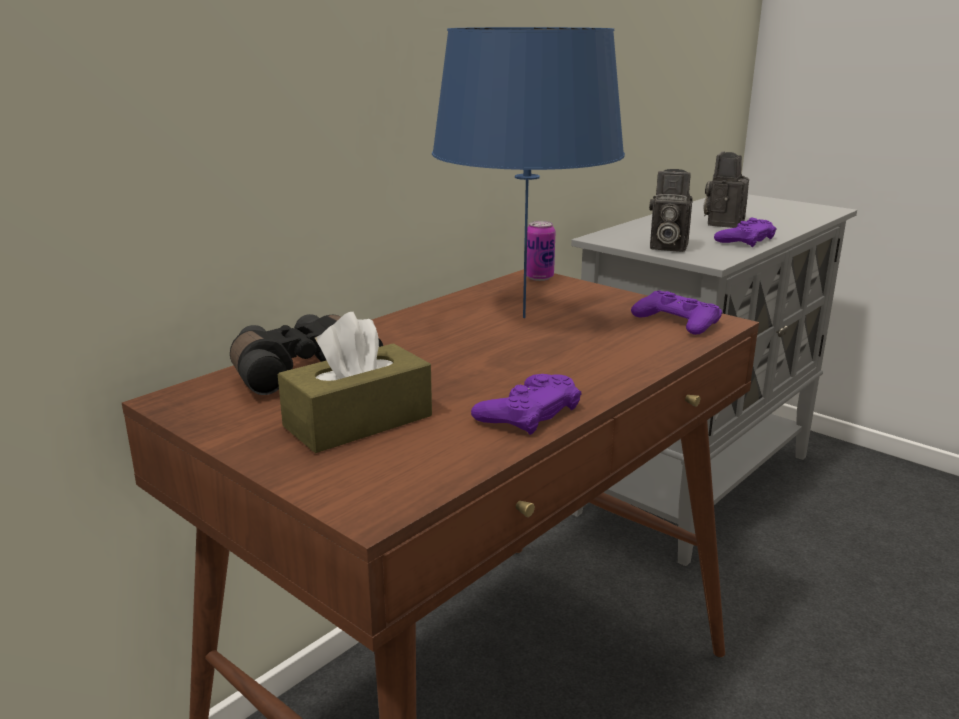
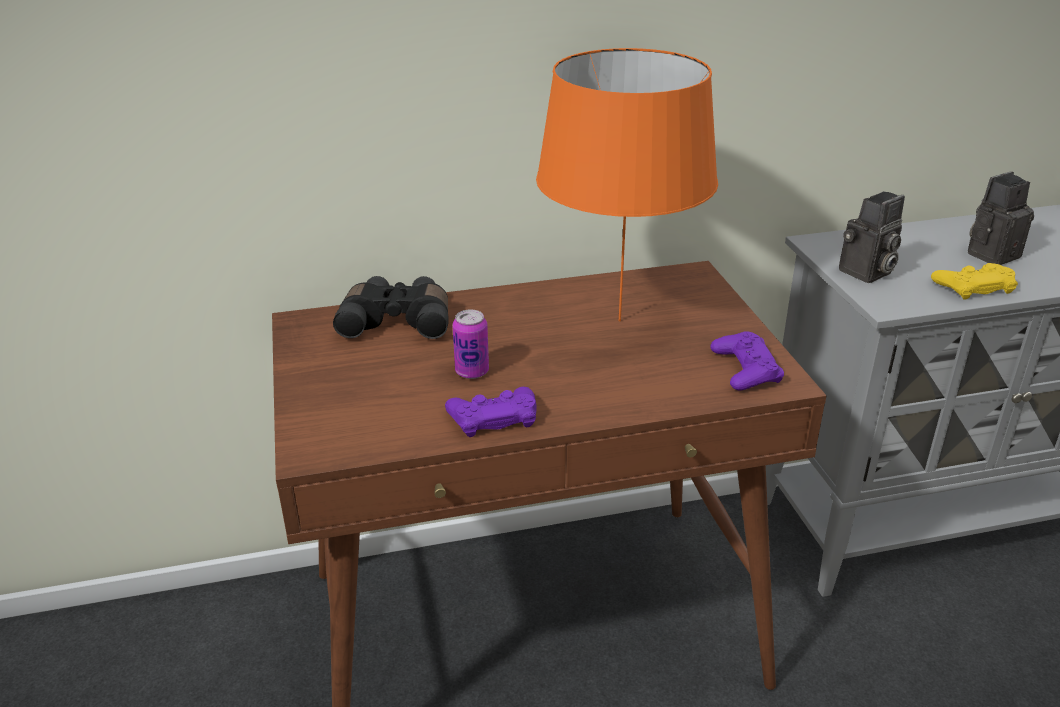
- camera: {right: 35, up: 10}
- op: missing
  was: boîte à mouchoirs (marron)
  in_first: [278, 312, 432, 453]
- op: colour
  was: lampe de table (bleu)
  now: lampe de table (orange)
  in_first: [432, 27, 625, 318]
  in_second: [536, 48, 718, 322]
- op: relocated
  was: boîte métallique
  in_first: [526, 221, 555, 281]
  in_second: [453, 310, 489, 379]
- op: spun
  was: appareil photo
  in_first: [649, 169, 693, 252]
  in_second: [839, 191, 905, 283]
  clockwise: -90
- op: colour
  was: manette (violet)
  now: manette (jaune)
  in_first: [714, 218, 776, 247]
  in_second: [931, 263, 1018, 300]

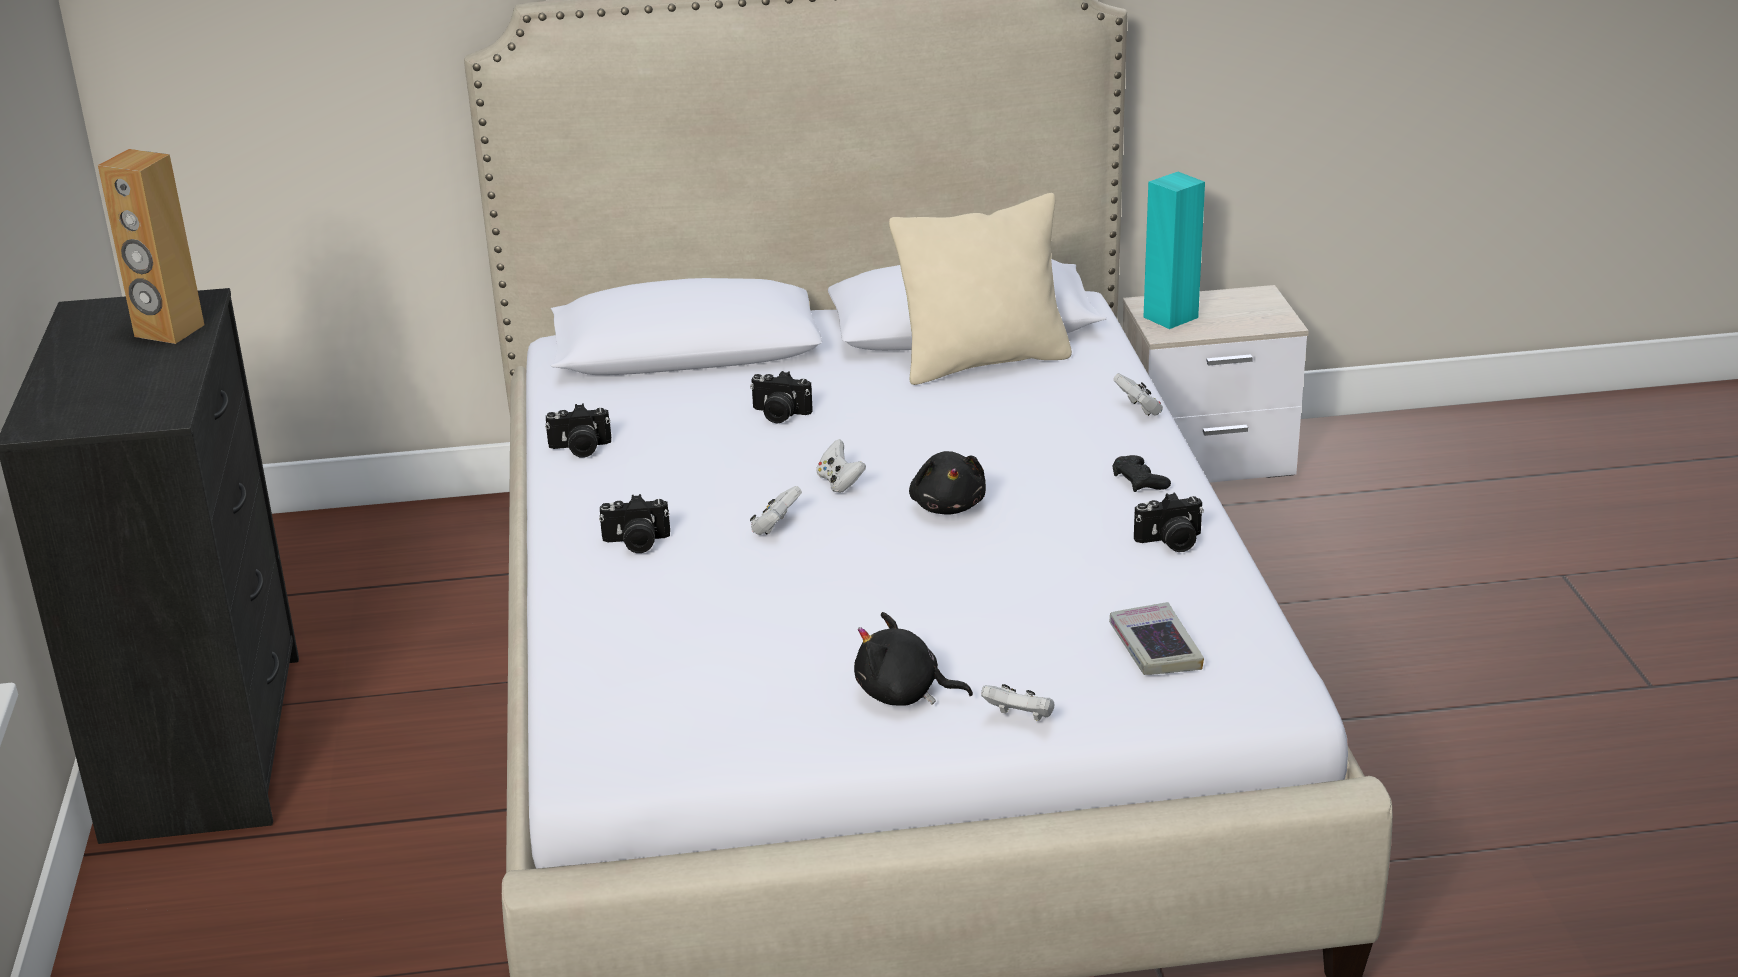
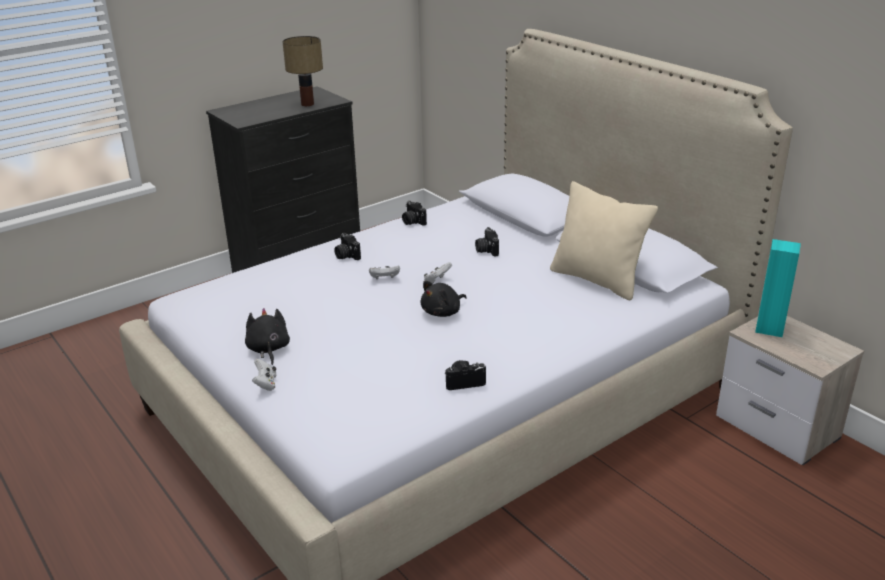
- camera: {right: 60, up: 0}
- op: exchanged
  was: enceinte (marron)
  now: lampe de table
  in_first: [98, 149, 204, 344]
  in_second: [282, 36, 323, 106]
- op: missing
  was: livre
  in_first: [1109, 602, 1204, 675]
- op: missing
  was: manette (blanc)
  in_first: [1113, 373, 1163, 416]
- op: missing
  was: manette (noir)
  in_first: [1113, 455, 1171, 492]
- op: spun
  was: appareil photo
  in_first: [1134, 493, 1204, 552]
  in_second: [445, 360, 486, 390]
  clockwise: 120

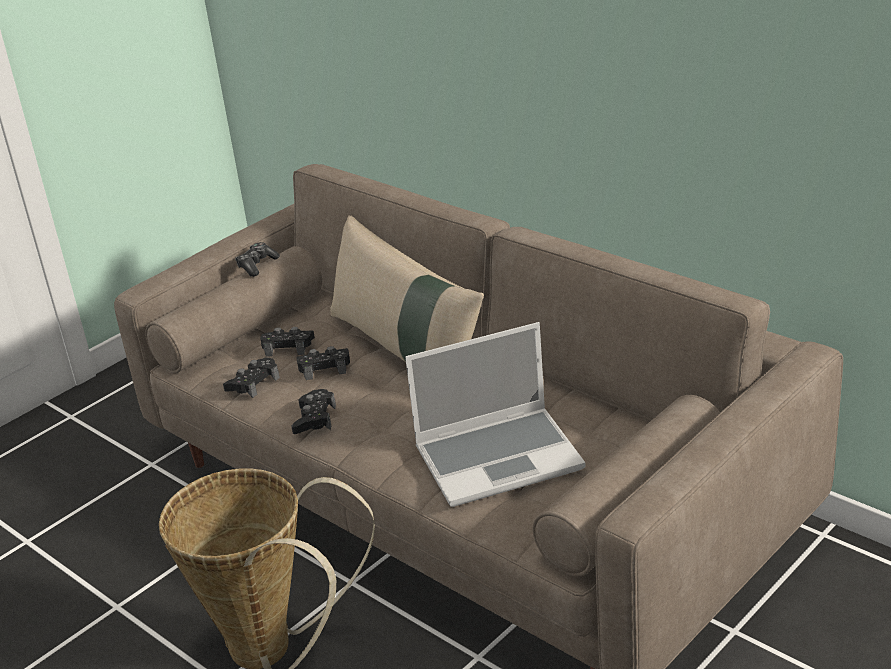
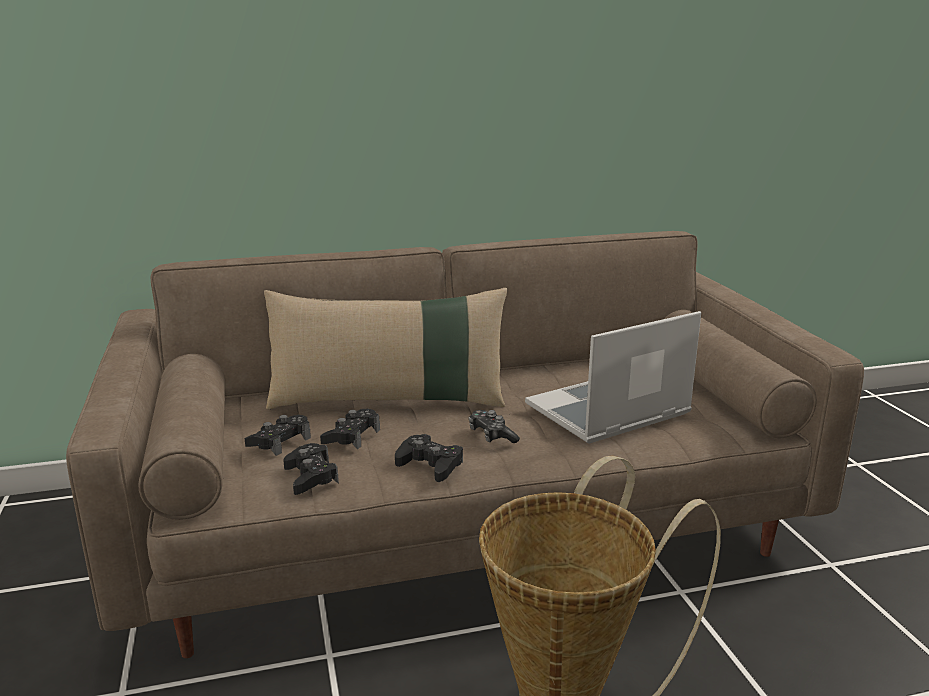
- camera: {right: -60, up: -10}
- op: relocated
  was: manette
  in_first: [235, 242, 280, 277]
  in_second: [469, 410, 520, 443]
- op: spun
  was: ordinateur portable
  in_first: [405, 322, 586, 507]
  in_second: [525, 311, 701, 444]
  clockwise: -135

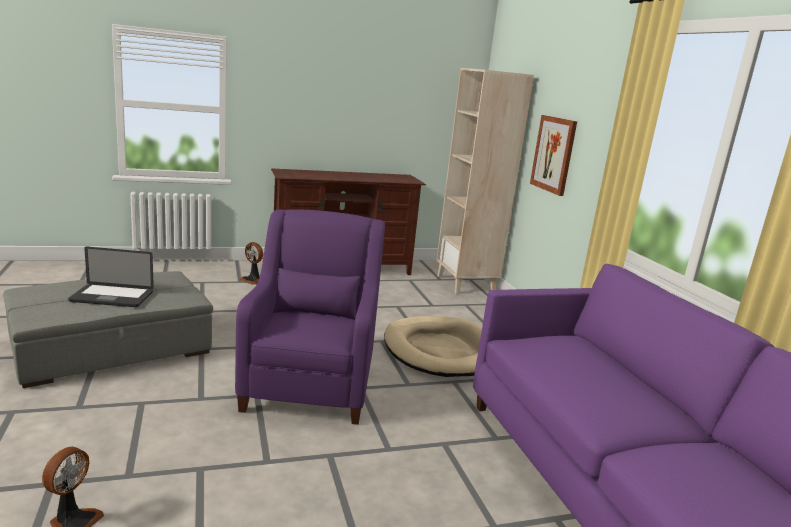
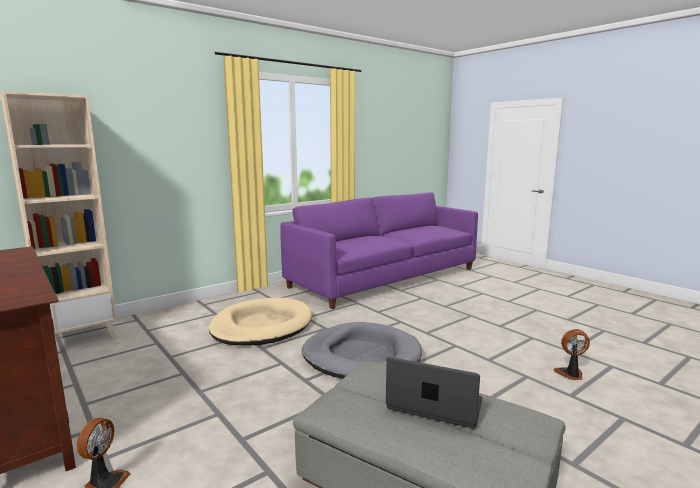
- camera: {right: -110, up: -5}
- op: spun
  was: ordinateur portable
  in_first: [68, 247, 154, 307]
  in_second: [386, 357, 482, 428]
  clockwise: -45
- op: exchanged
  was: fauteuil (violet)
  now: panier pour chien (gris)
  in_first: [235, 209, 385, 425]
  in_second: [302, 322, 422, 379]
- op: missing
  was: tableau
  in_first: [530, 115, 577, 196]

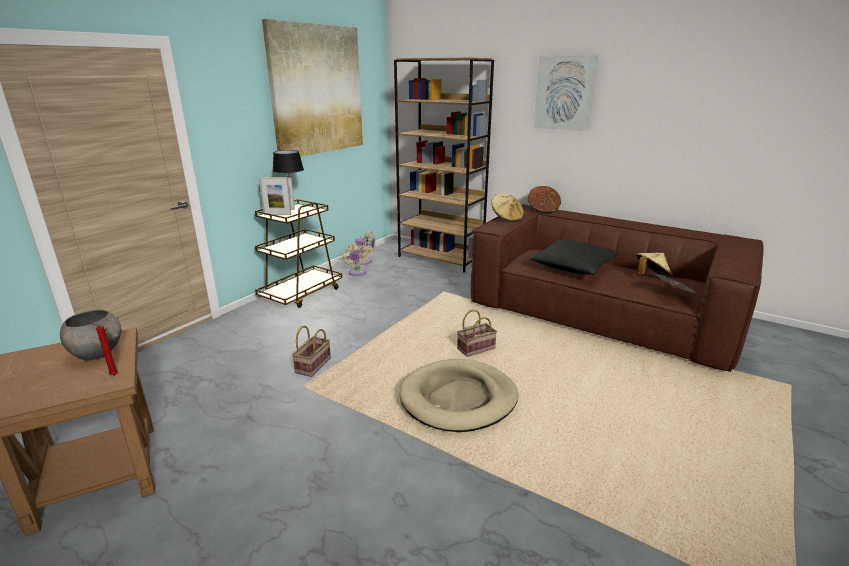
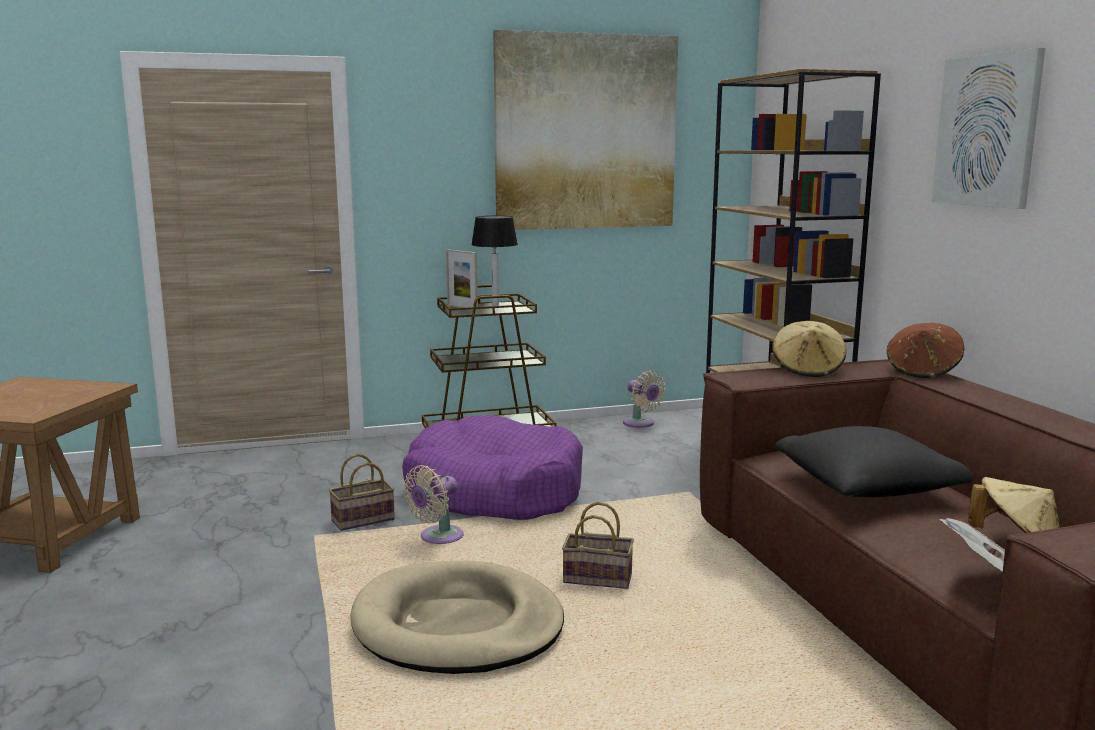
- camera: {right: 40, up: -10}
- op: missing
  was: bol (gris)
  in_first: [60, 309, 121, 360]
- op: missing
  was: bougie (rouge)
  in_first: [90, 323, 118, 375]
- op: relocated
  was: ventilateur (beige)
  in_first: [342, 243, 368, 276]
  in_second: [404, 465, 464, 544]
- op: appeared
  now: panier pour chien (violet)
  in_second: [402, 415, 583, 520]

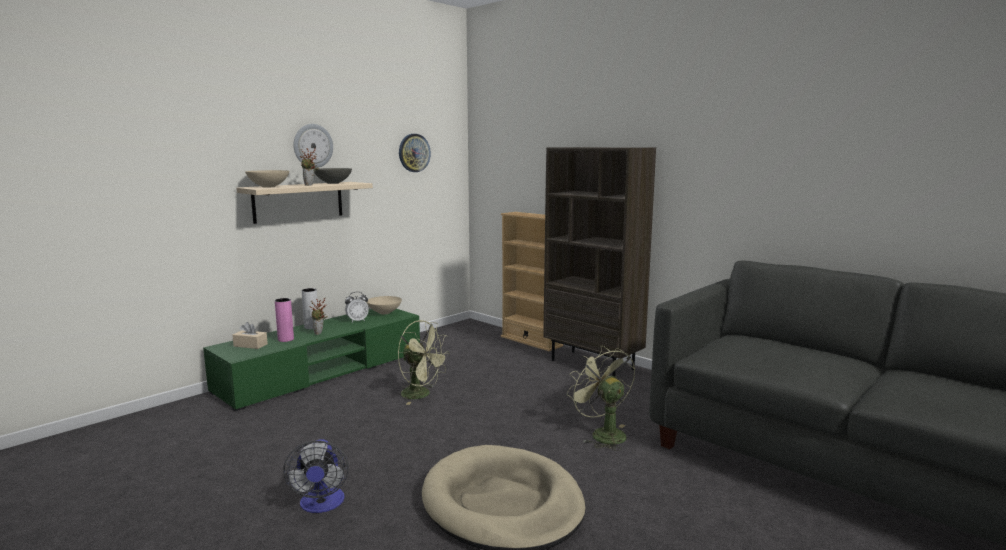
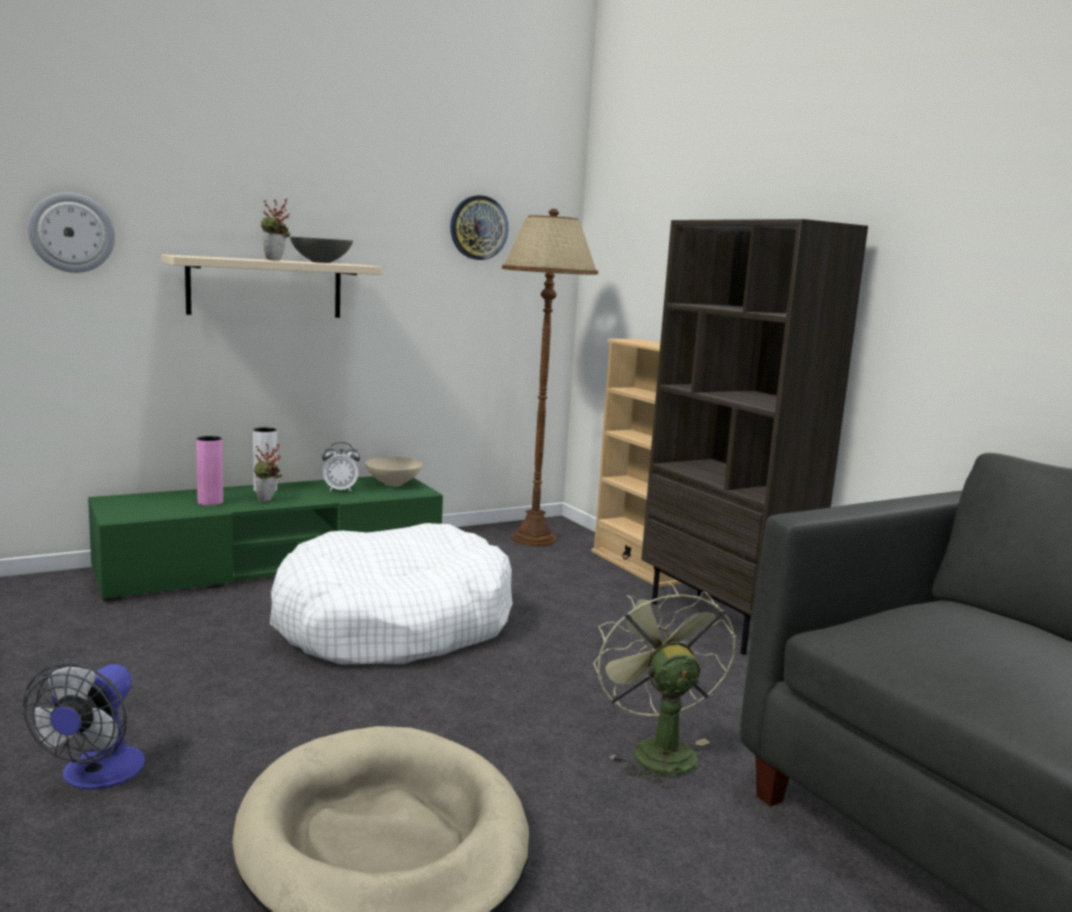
- camera: {right: 15, up: 0}
- op: missing
  was: boîte à mouchoirs (beige)
  in_first: [232, 322, 268, 349]
- op: missing
  was: bol (beige)
  in_first: [245, 170, 289, 187]
- op: relocated
  was: horloge murale
  in_first: [294, 124, 333, 168]
  in_second: [28, 192, 115, 273]
- op: exchanged
  was: ventilateur (vert)
  now: panier pour chien (blanc)
  in_first: [398, 320, 450, 405]
  in_second: [270, 523, 513, 665]
- op: appeared
  now: lampadaire (marron)
  in_second: [502, 209, 598, 546]

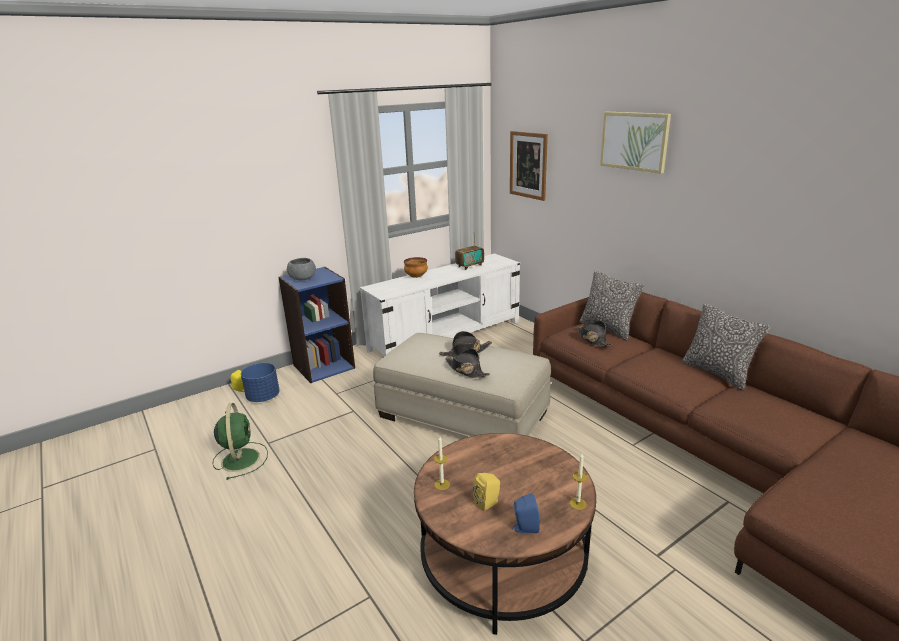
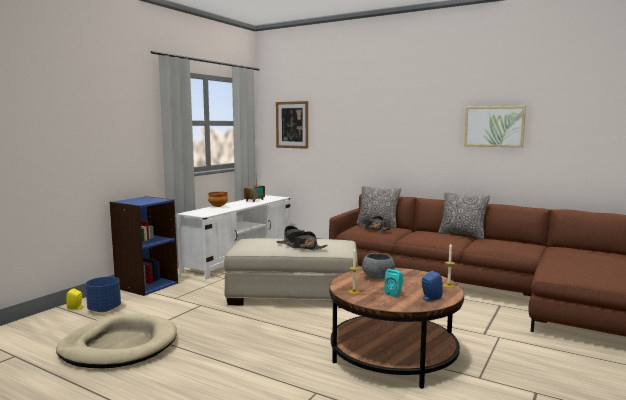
- camera: {right: -25, up: -15}
- op: exchanged
  was: ventilateur (vert)
  now: panier pour chien (beige)
  in_first: [212, 403, 268, 480]
  in_second: [56, 314, 177, 368]
- op: relocated
  was: bol (gris)
  in_first: [287, 258, 316, 280]
  in_second: [362, 253, 395, 279]
- op: colour
  was: enceinte (jaune)
  now: enceinte (turquoise)
  in_first: [473, 473, 500, 511]
  in_second: [384, 269, 403, 297]
- op: relocated
  was: tableau
  in_first: [600, 112, 671, 174]
  in_second: [464, 106, 526, 148]

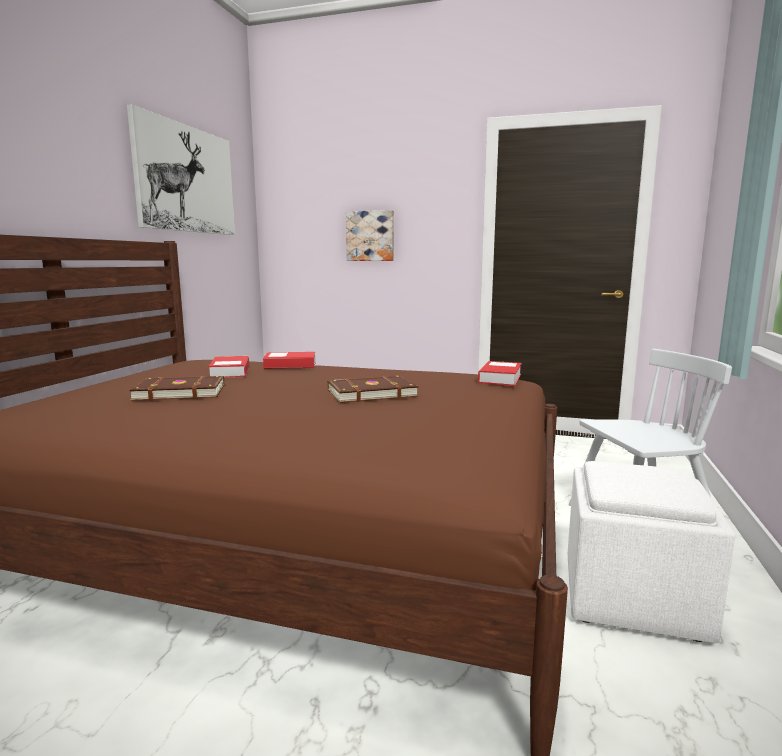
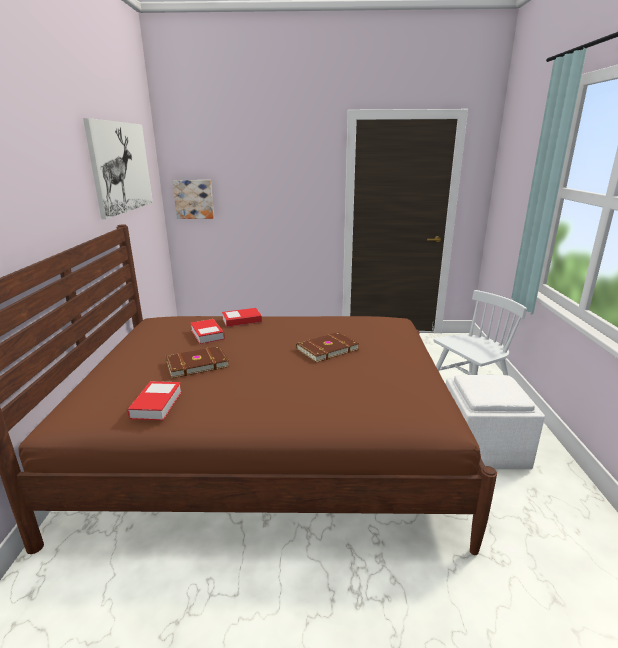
- camera: {right: -15, up: 10}
- op: relocated
  was: tableau
  in_first: [346, 210, 394, 261]
  in_second: [172, 180, 214, 219]
- op: relocated
  was: livre
  in_first: [478, 361, 522, 386]
  in_second: [127, 381, 182, 420]

